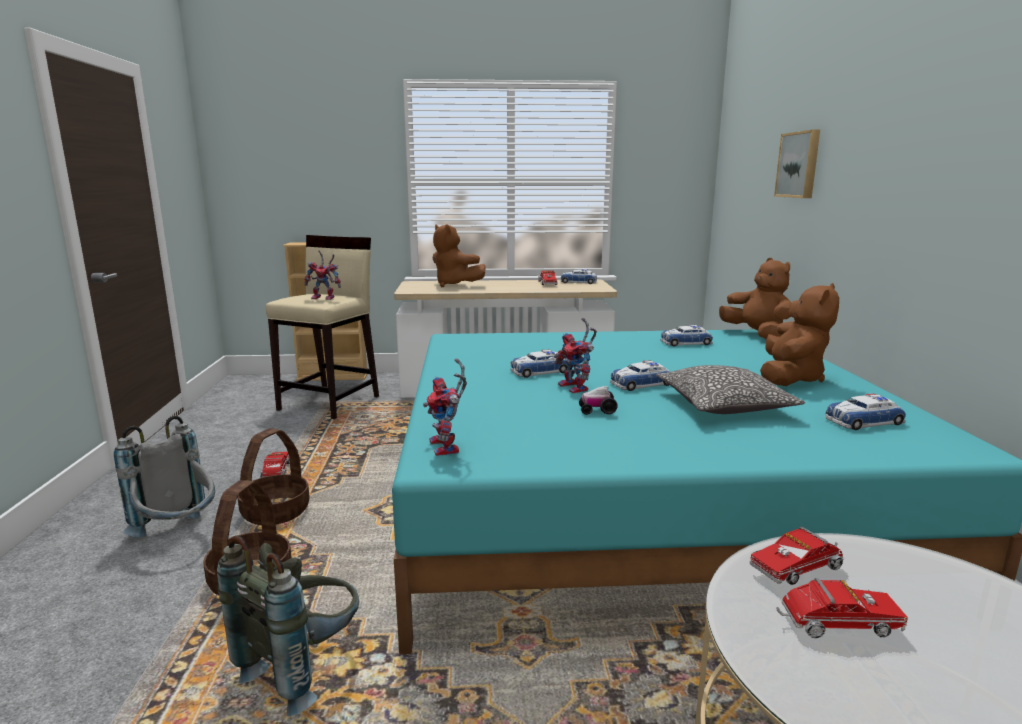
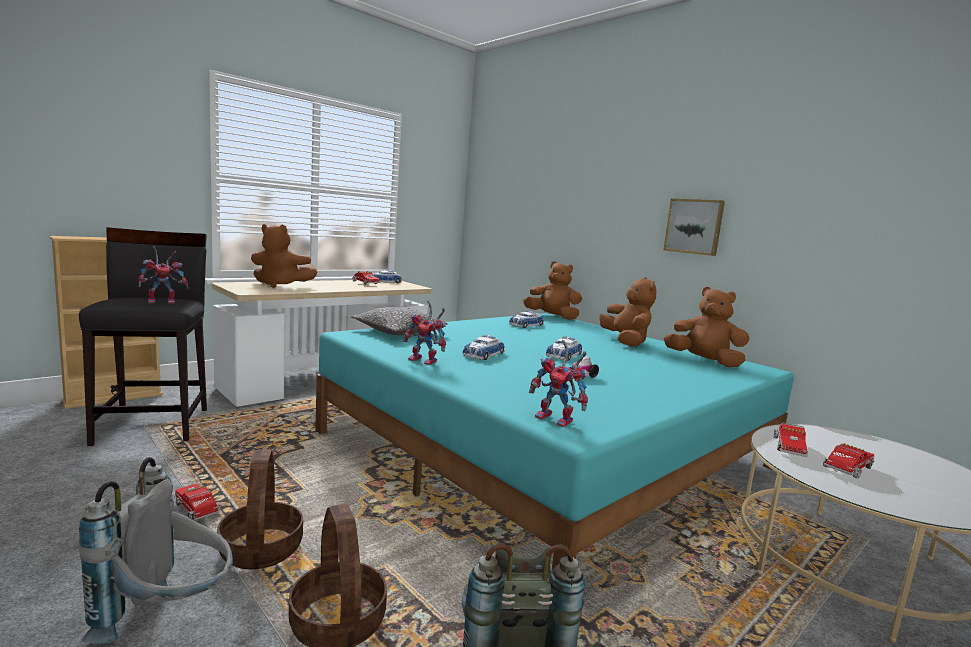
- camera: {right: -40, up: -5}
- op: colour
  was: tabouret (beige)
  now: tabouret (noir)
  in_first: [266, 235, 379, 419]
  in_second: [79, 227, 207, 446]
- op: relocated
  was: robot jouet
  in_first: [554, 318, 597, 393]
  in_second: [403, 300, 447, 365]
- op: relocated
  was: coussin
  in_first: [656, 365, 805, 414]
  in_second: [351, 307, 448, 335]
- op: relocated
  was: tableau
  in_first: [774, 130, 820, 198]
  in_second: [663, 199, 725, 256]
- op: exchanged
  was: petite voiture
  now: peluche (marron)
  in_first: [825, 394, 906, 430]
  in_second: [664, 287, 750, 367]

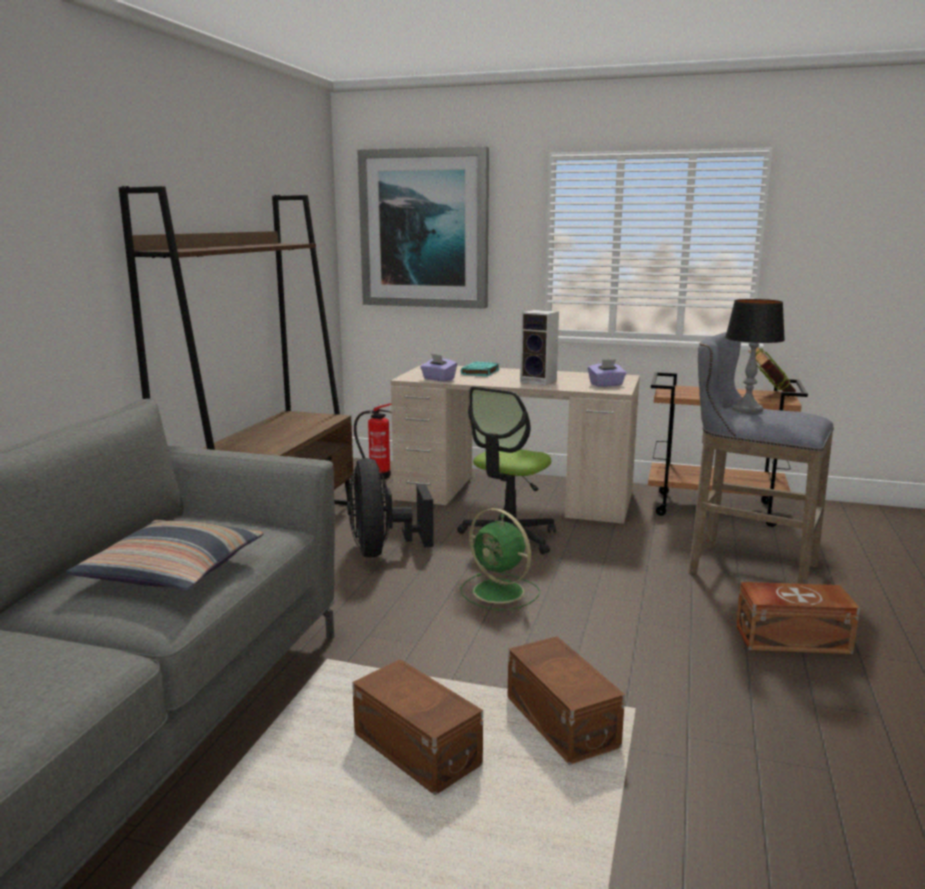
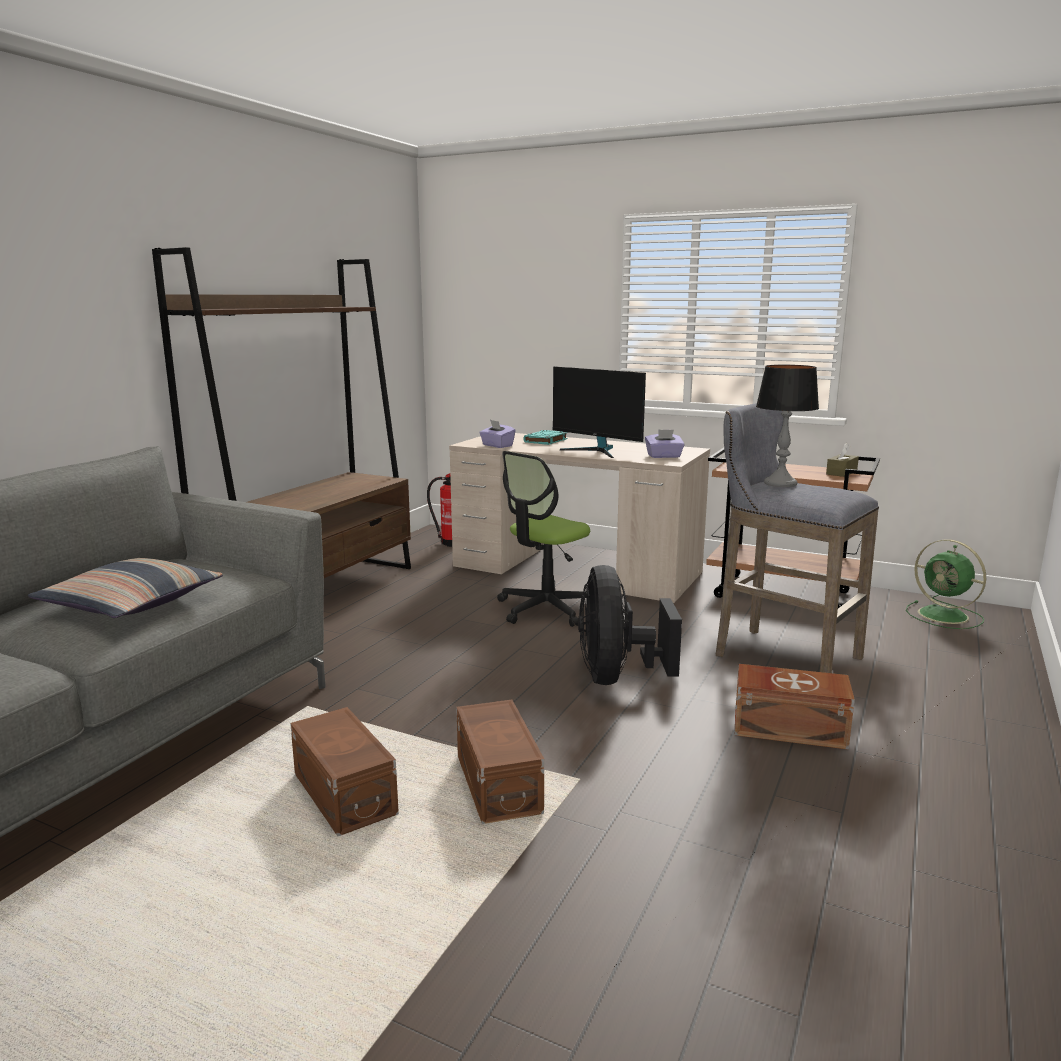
- camera: {right: 10, up: 0}
- op: relocated
  was: ventilateur (noir)
  in_first: [347, 458, 434, 558]
  in_second: [578, 565, 682, 685]
- op: missing
  was: tableau
  in_first: [357, 146, 489, 309]
- op: relocated
  was: ventilateur (vert)
  in_first: [461, 508, 540, 610]
  in_second: [906, 539, 986, 629]
- op: exchanged
  was: enceinte
  now: écran d'ordinateur
  in_first: [520, 310, 559, 385]
  in_second: [552, 366, 646, 458]
- op: exchanged
  was: livre
  now: boîte à mouchoirs (marron)
  in_first: [748, 347, 796, 397]
  in_second: [826, 443, 859, 477]

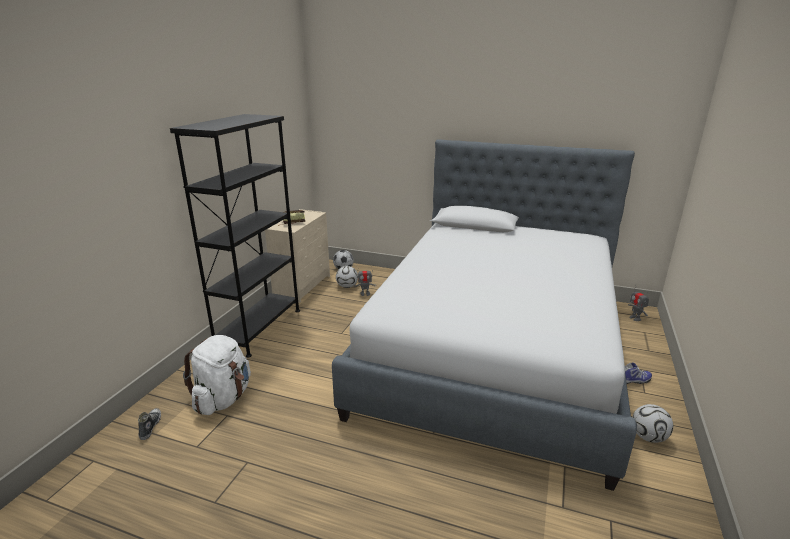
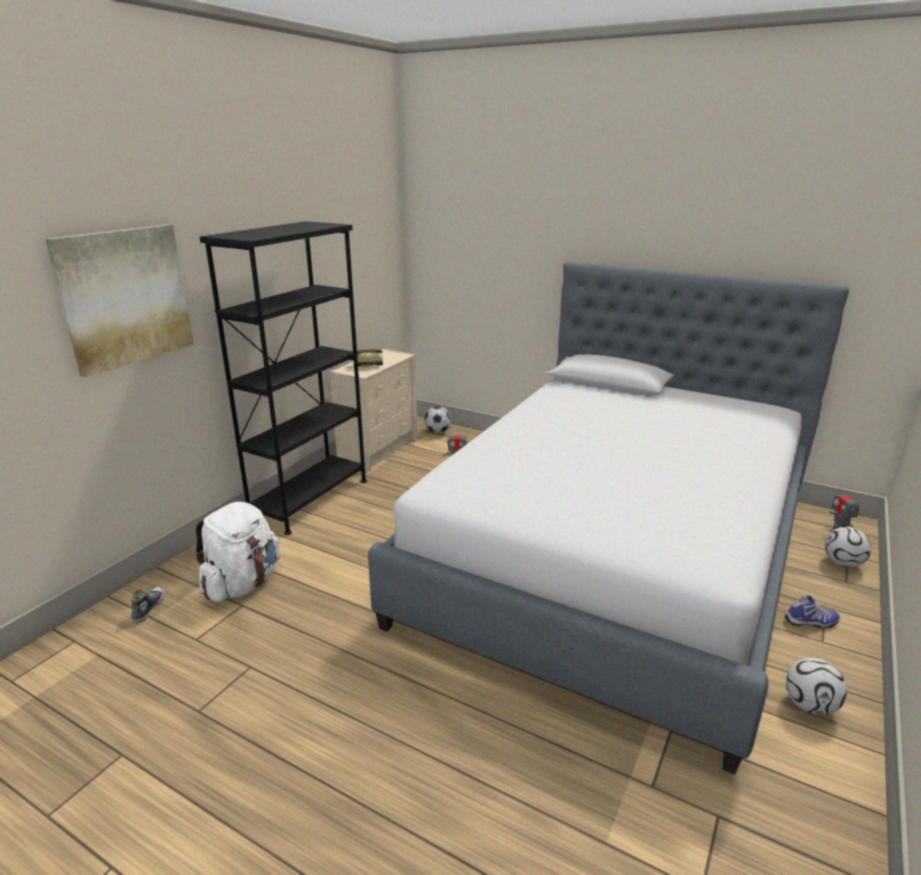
- camera: {right: 10, up: 0}
- op: relocated
  was: ballon de foot
  in_first: [336, 266, 358, 288]
  in_second: [825, 527, 871, 568]
- op: appeared
  now: tableau
  in_second: [46, 224, 194, 377]

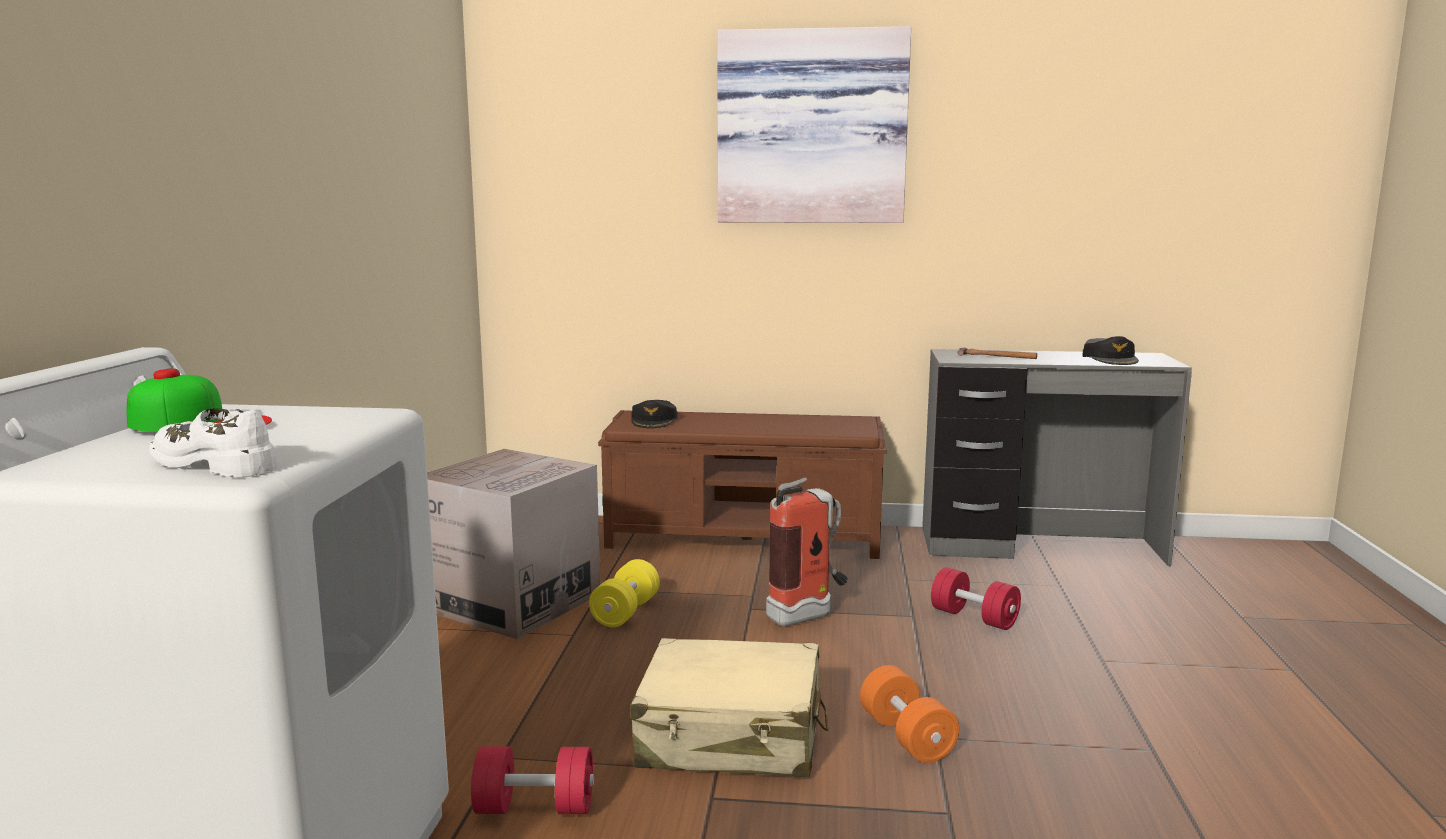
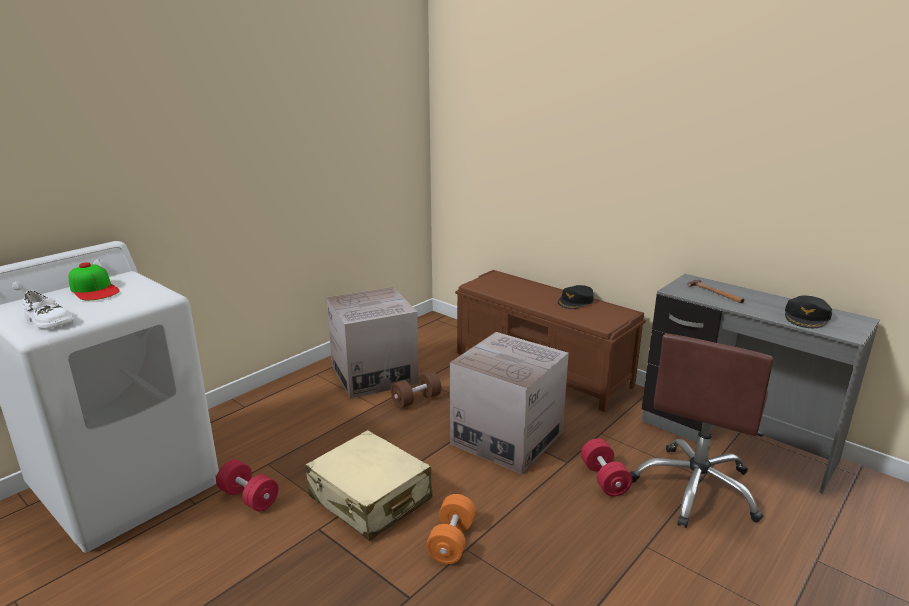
- camera: {right: 35, up: 10}
- op: spun
  was: chaussure (blanc)
  in_first: [149, 408, 277, 478]
  in_second: [22, 290, 75, 329]
  clockwise: 150
- op: colour
  was: haltère (jaune)
  now: haltère (marron)
  in_first: [589, 559, 660, 627]
  in_second: [391, 371, 442, 408]
- op: relocated
  was: casquette (noir)
  in_first: [631, 400, 677, 428]
  in_second: [558, 285, 594, 309]
- op: missing
  was: tableau
  in_first: [717, 26, 911, 223]
- op: exchanged
  was: extincteur
  now: carton
  in_first: [766, 477, 848, 626]
  in_second: [450, 332, 569, 475]
- op: appeared
  now: chaise de bureau (marron)
  in_second: [630, 334, 773, 528]

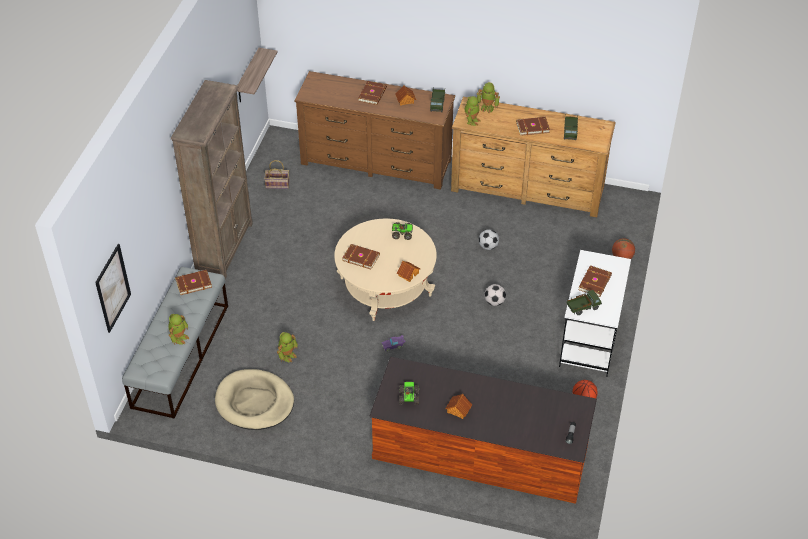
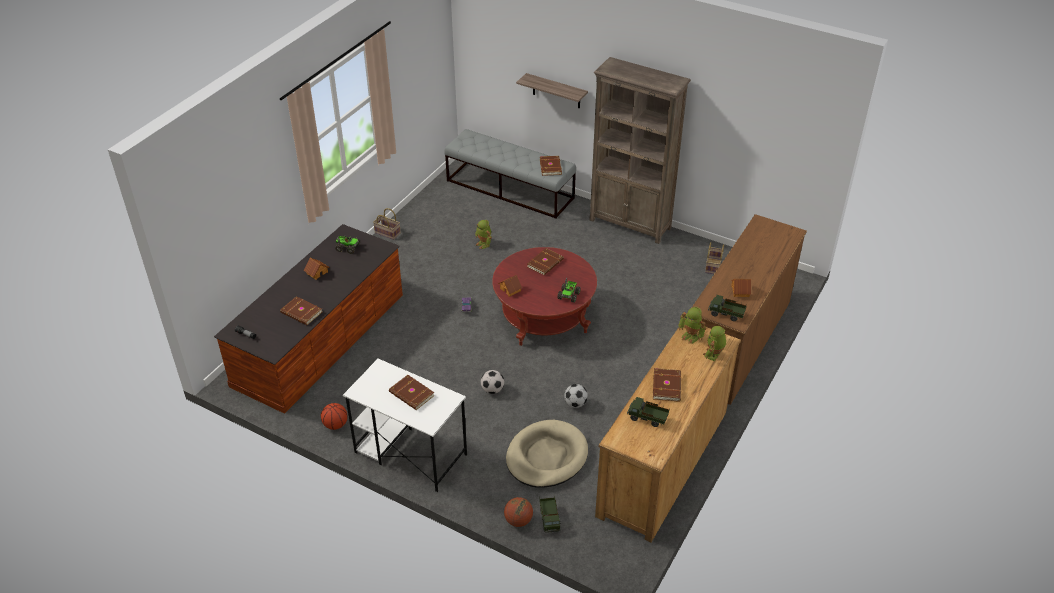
- camera: {right: 105, up: -5}
- op: missing
  was: tableau
  in_first: [95, 244, 131, 333]
- op: missing
  was: robot jouet
  in_first: [169, 314, 189, 345]
- op: relocated
  was: panier pour chien (beige)
  in_first: [215, 369, 294, 430]
  in_second: [506, 420, 588, 488]
- op: relocated
  was: étagère
  in_first: [237, 48, 278, 102]
  in_second: [516, 73, 588, 109]
- op: colour
  was: table basse (beige)
  now: table basse (rouge)
  in_first: [334, 218, 437, 321]
  in_second: [492, 247, 597, 346]
- op: relocated
  was: livre (marron)
  in_first: [358, 81, 387, 105]
  in_second: [280, 296, 322, 325]
- op: relocated
  was: camion jouet
  in_first: [567, 290, 602, 315]
  in_second: [539, 497, 561, 533]
- op: appeared
  now: panier
  in_second: [373, 208, 401, 240]

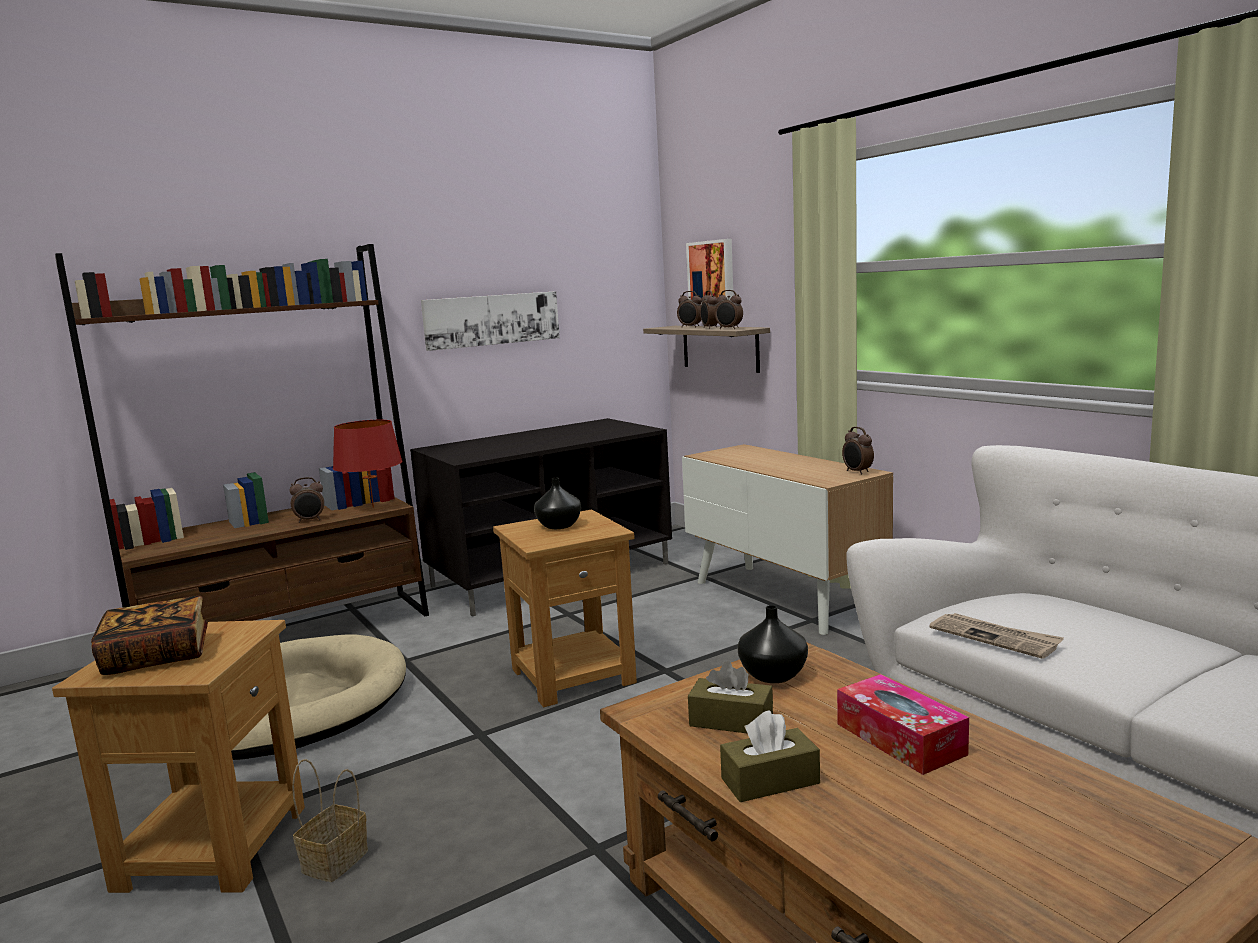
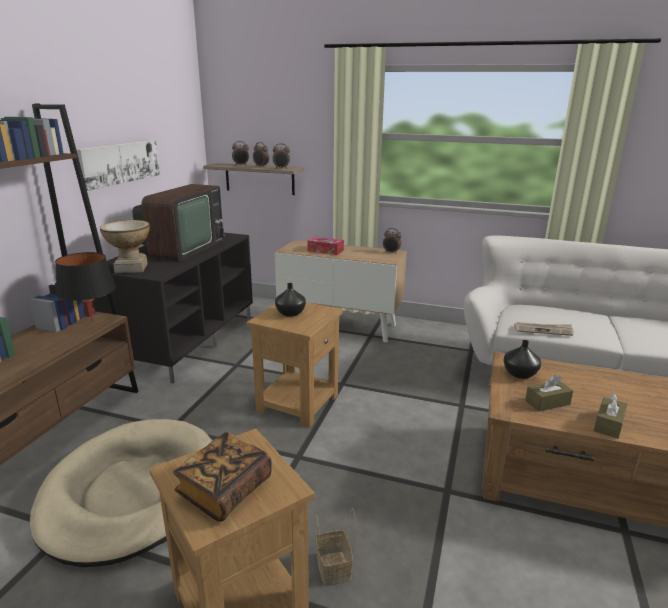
- camera: {right: -40, up: 10}
- op: missing
  was: réveil
  in_first: [290, 477, 324, 523]
- op: colour
  was: lampe de table (rouge)
  now: lampe de table (noir)
  in_first: [333, 420, 403, 508]
  in_second: [55, 252, 116, 323]
- op: missing
  was: tableau
  in_first: [686, 239, 733, 304]
- op: relocated
  was: boîte à mouchoirs
  in_first: [837, 674, 969, 775]
  in_second: [307, 236, 344, 255]
- op: appeared
  now: vase
  in_second: [100, 220, 150, 273]
- op: appeared
  now: téléviseur
  in_second: [132, 184, 225, 260]

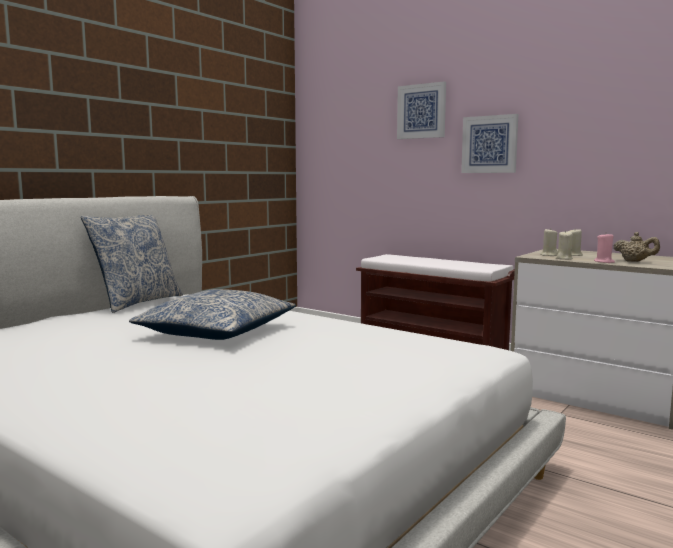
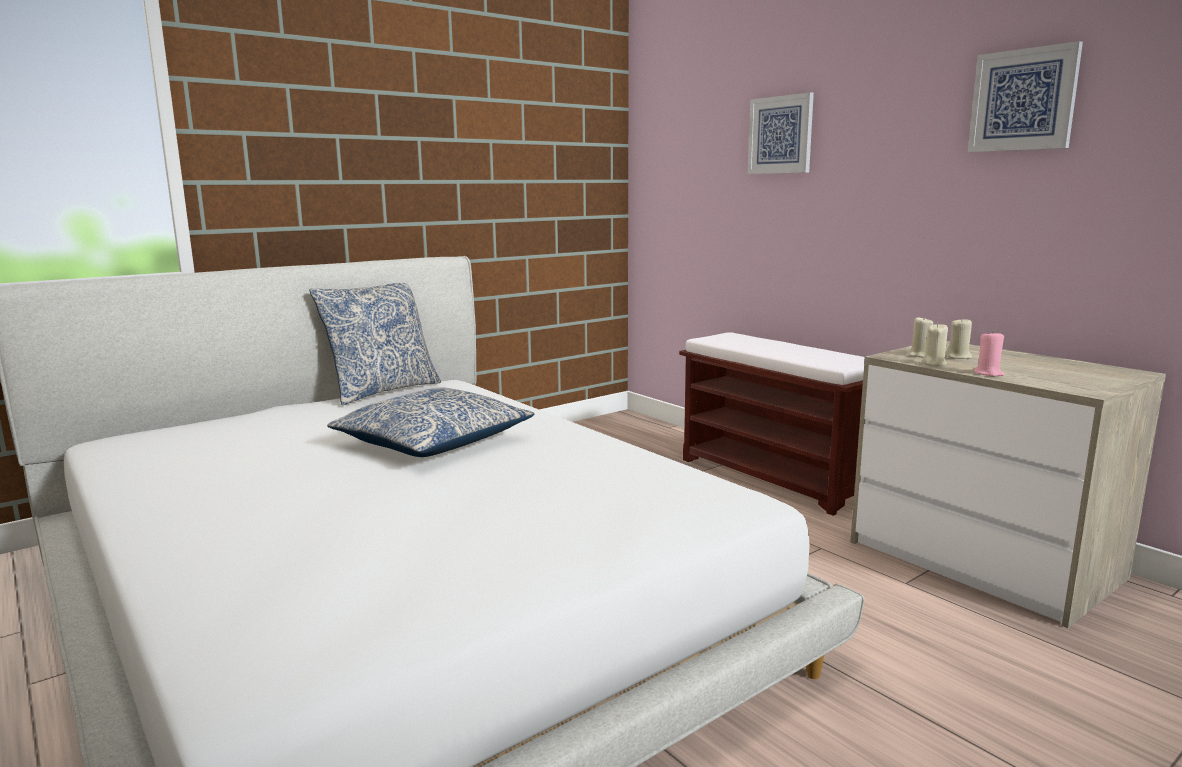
- camera: {right: 15, up: 5}
- op: relocated
  was: tableau
  in_first: [461, 114, 518, 173]
  in_second: [968, 41, 1083, 152]
- op: missing
  was: théière (beige)
  in_first: [614, 232, 660, 262]

